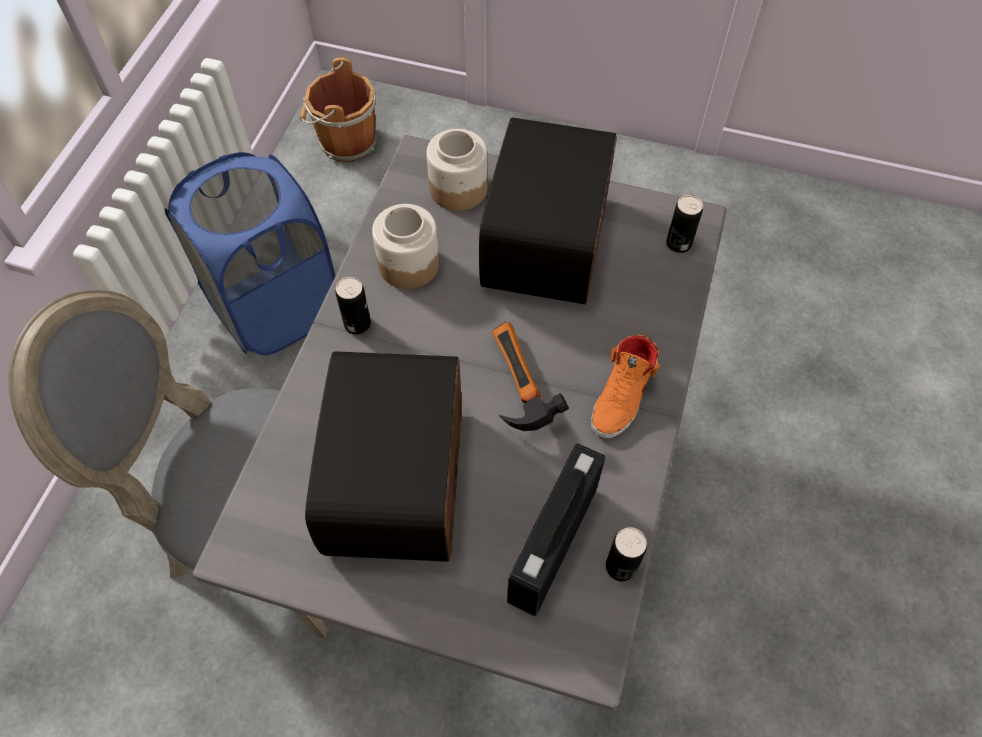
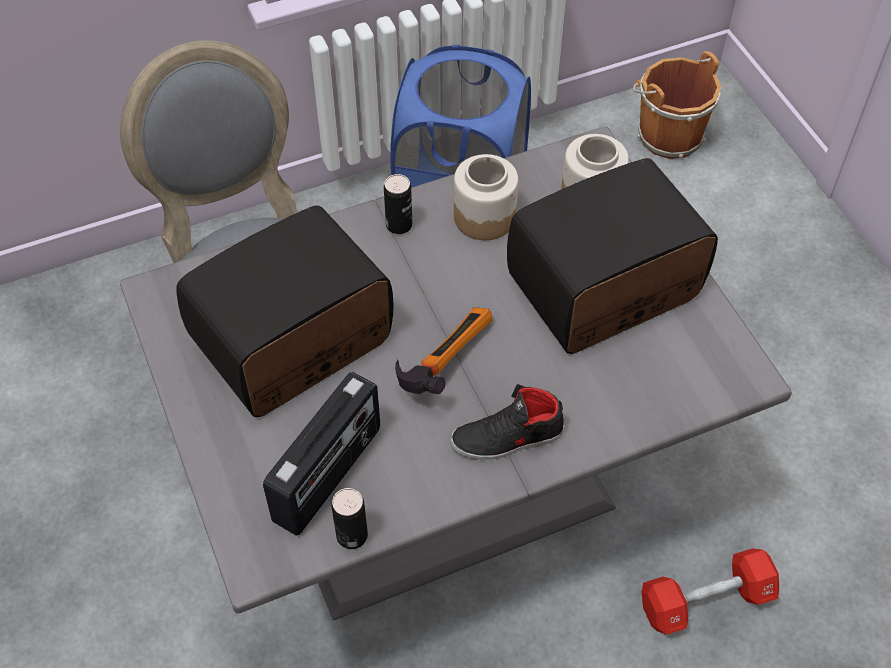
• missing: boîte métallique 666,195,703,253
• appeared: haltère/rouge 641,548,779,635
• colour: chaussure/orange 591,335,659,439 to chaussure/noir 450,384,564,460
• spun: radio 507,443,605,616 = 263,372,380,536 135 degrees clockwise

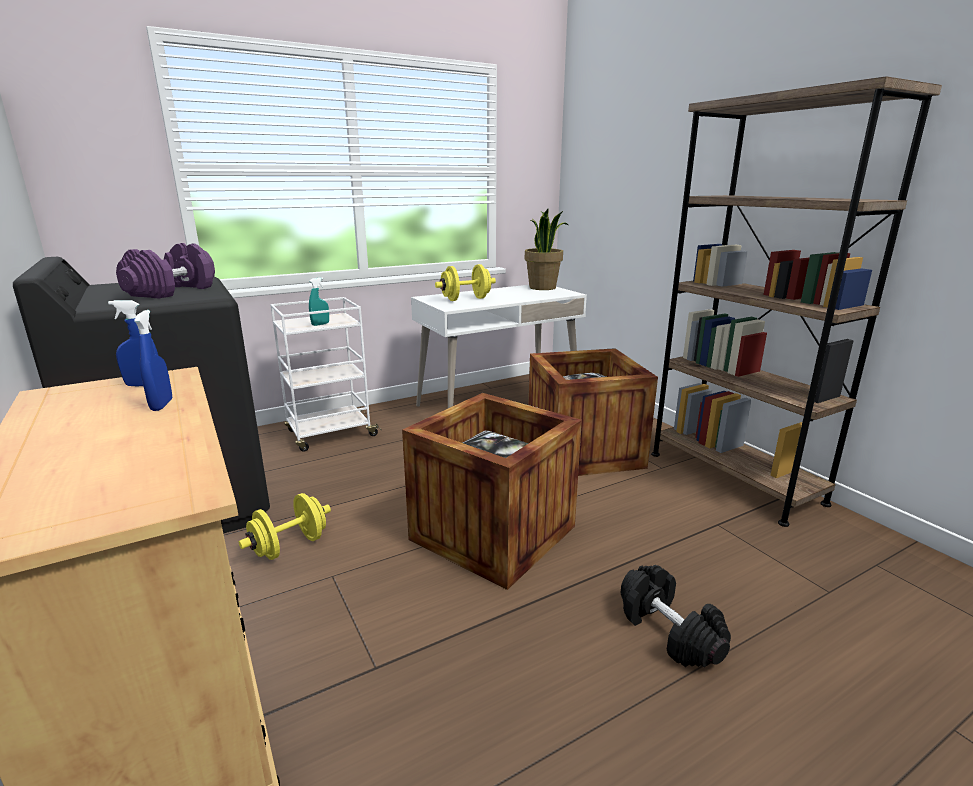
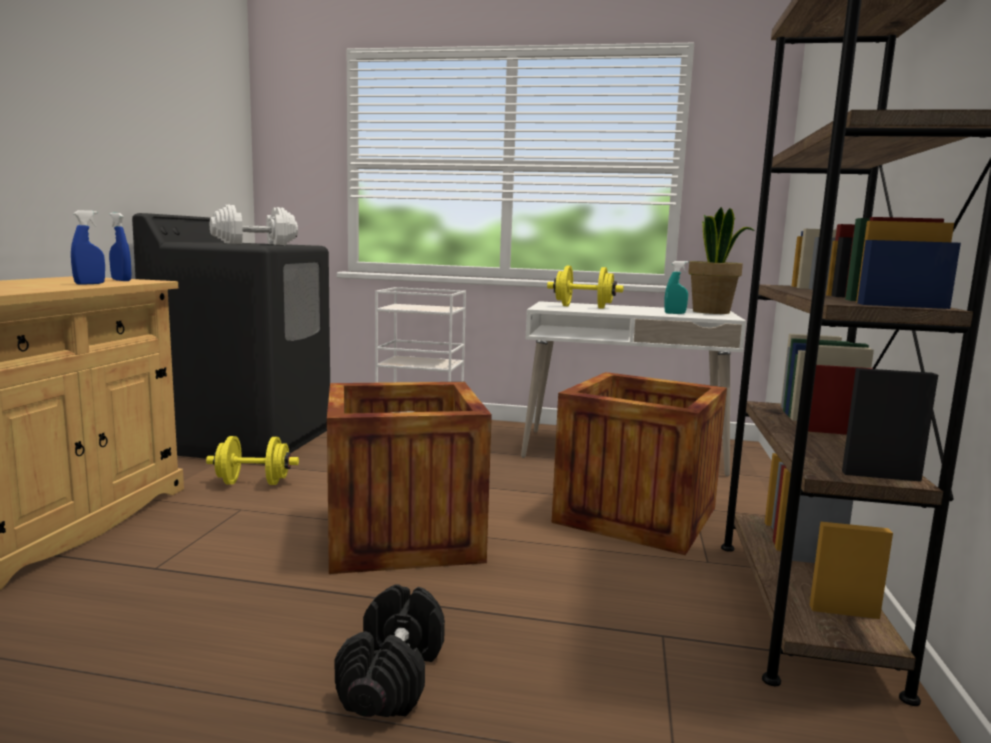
• relocated: vaporisateur/turquoise 309,277,329,326 to 664,261,688,314
• colour: haltère/violet 116,243,215,298 to haltère/blanc 210,204,298,245

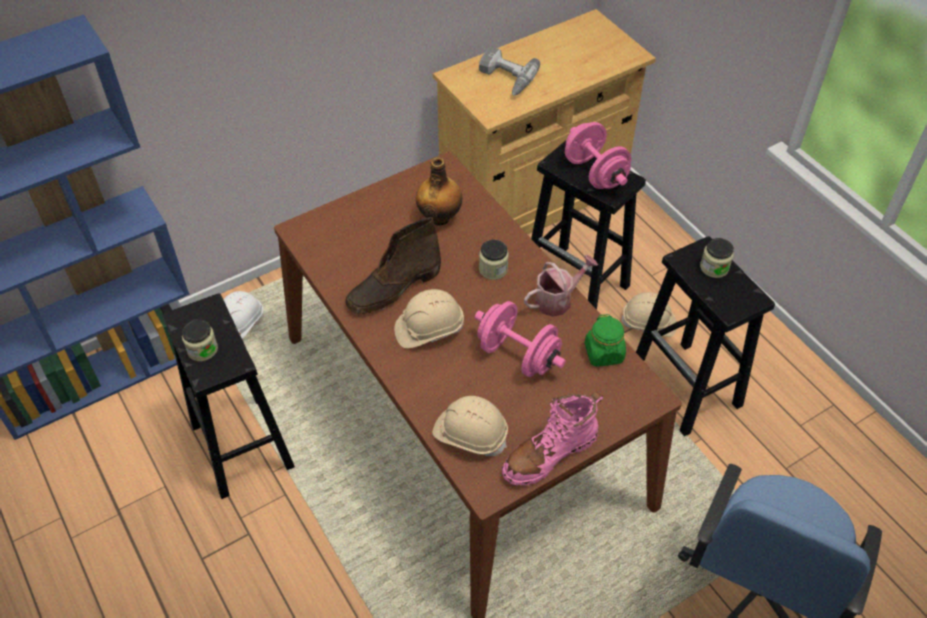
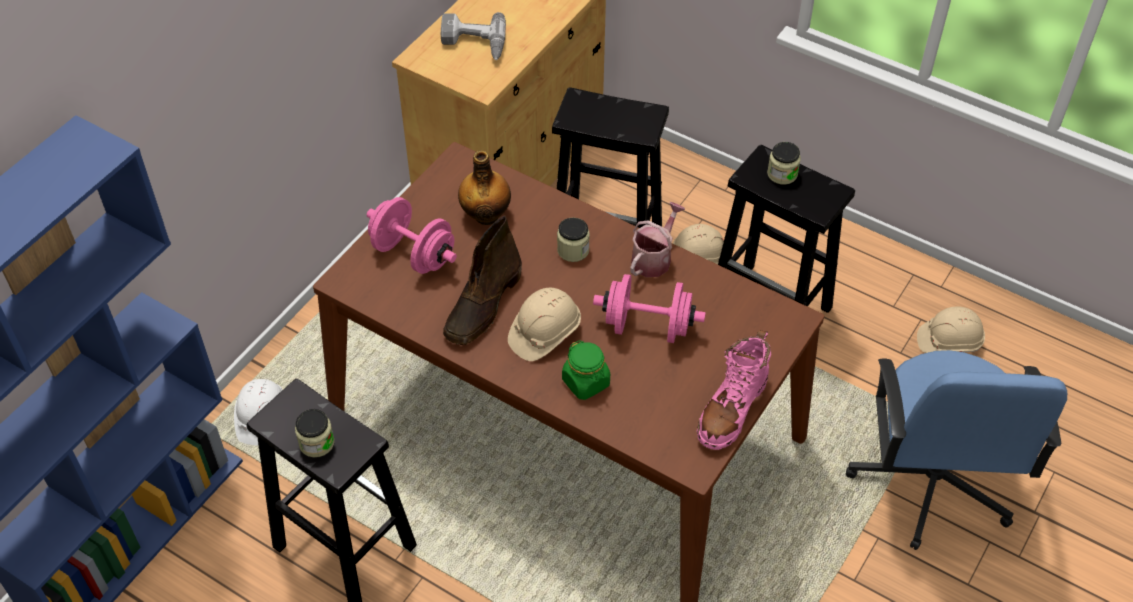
• relocated: casque de chantier/beige 433,396,508,456 to 917,306,985,353
• relocated: haltère/rose 565,122,631,189 to 367,197,457,274
• relocated: bocal/vert 585,314,626,367 to 562,340,610,400

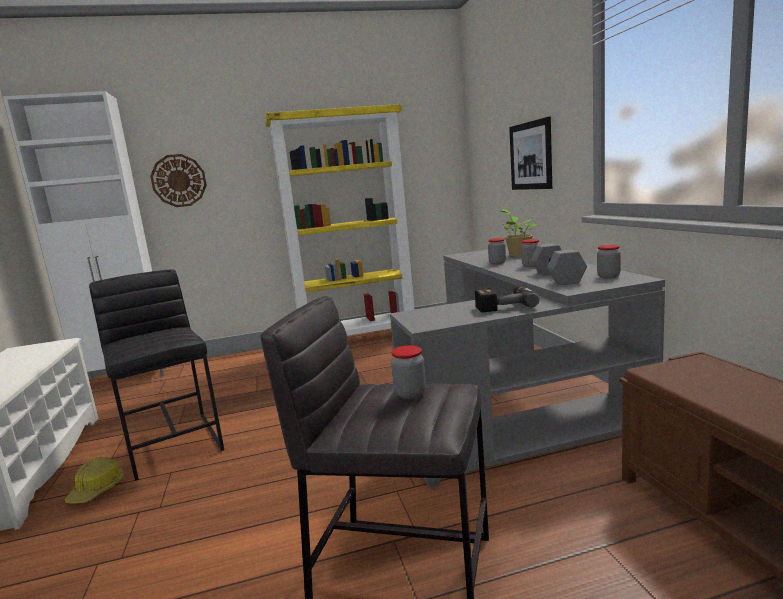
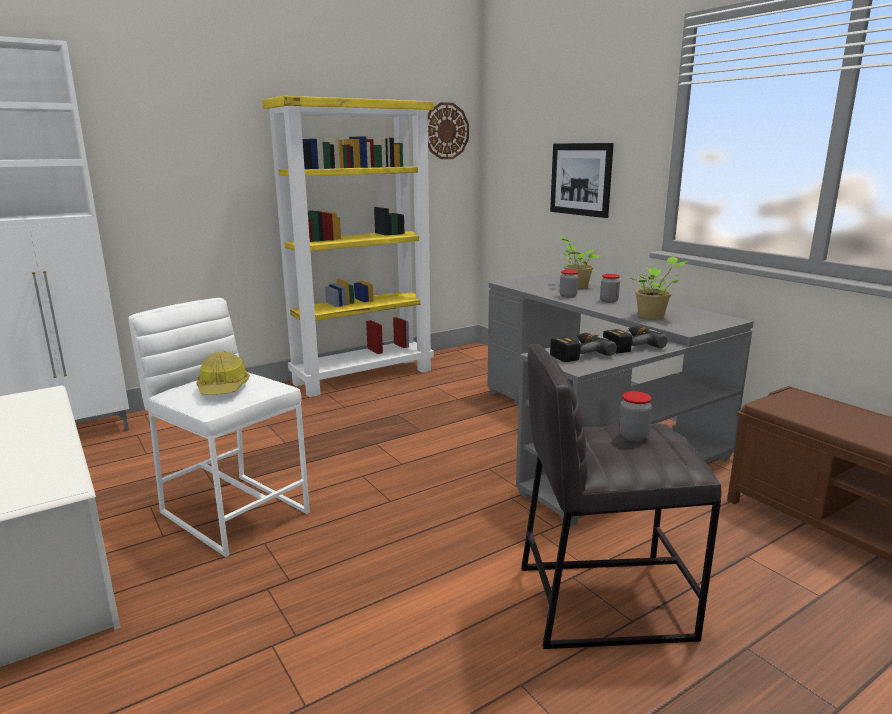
• missing: bocal 597,245,621,278
• appeared: perceuse 550,333,617,362
• relocated: casque de chantier 65,457,124,504 to 197,351,250,395
• relocated: horloge murale 150,154,207,207 to 428,102,469,159
• exchanged: haltère/gris 531,244,587,285 to plante en pot 629,256,687,319
• colour: tabouret/noir 89,269,224,481 to tabouret/blanc 129,298,310,557

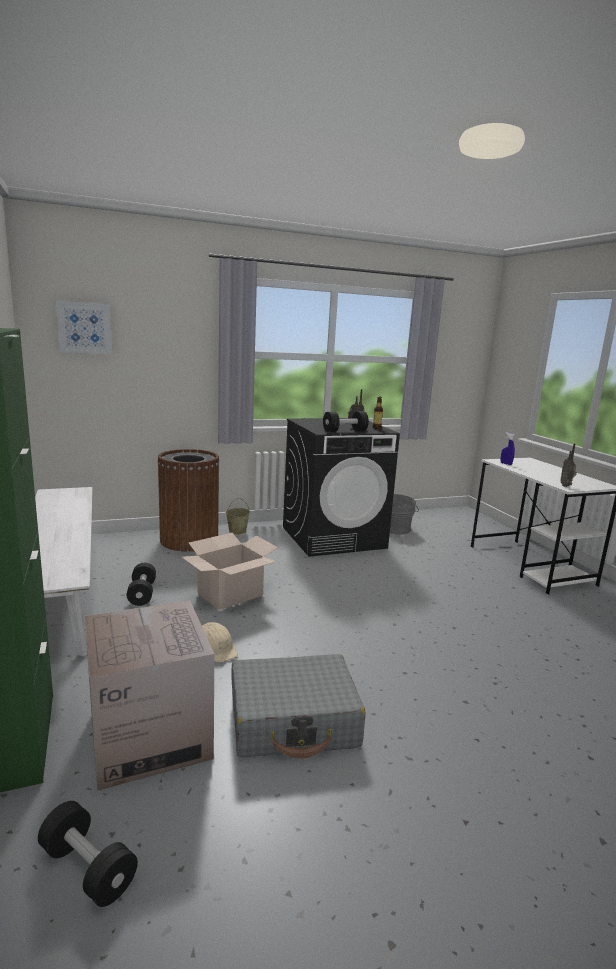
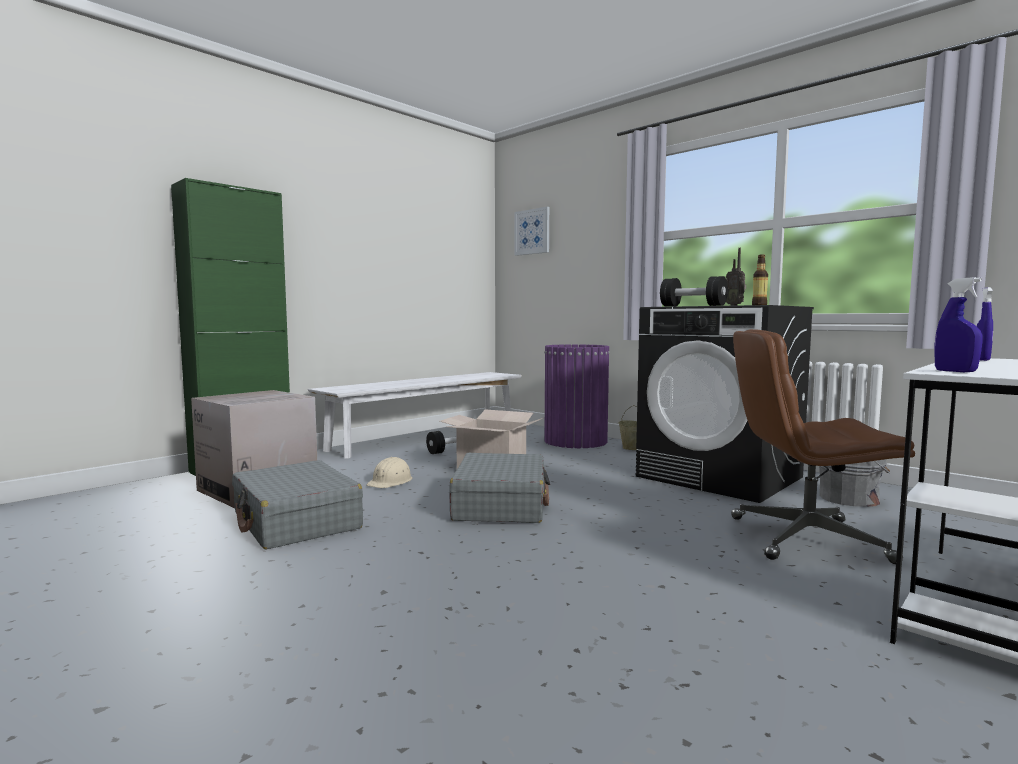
• missing: haltère/noir 38,801,138,907
• appeared: valise/gris 449,453,550,523
• appeared: chaise de bureau/marron 731,329,915,564
• exchanged: radio 560,444,577,487 to vaporisateur/bleu 934,277,983,372
• colour: poubelle/marron 157,449,219,552 to poubelle/violet 544,344,610,448

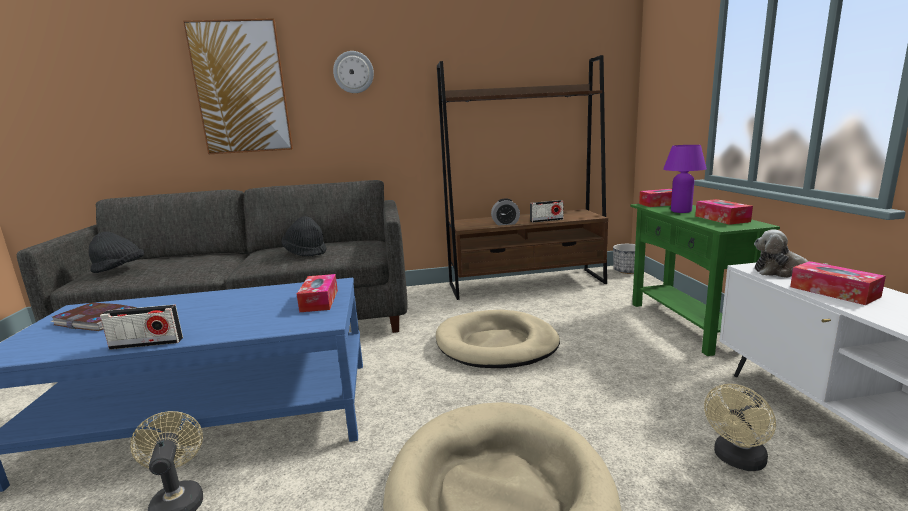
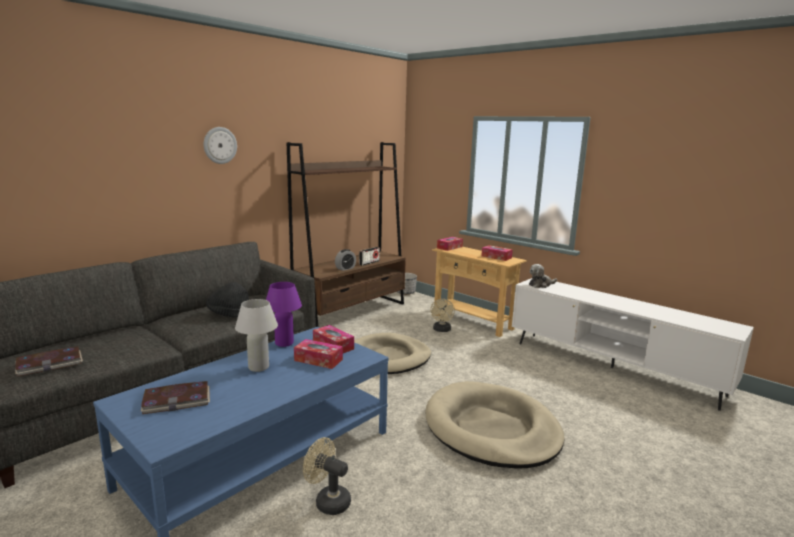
• missing: radio 100,304,183,350
• missing: tableau 183,18,293,154
• appeared: lampe de table/blanc 235,299,278,372
• relocated: lampe de table/violet 663,145,707,213 to 266,282,302,347
• relocated: ventilateur/beige 704,384,776,471 to 430,299,455,332
• relocated: boîte à mouchoirs 790,261,886,305 to 294,339,343,369
• exchanged: chapeau/noir 89,232,144,273 to livre 15,346,83,376
• colour: table console/vert 630,204,780,356 to table console/beige 432,247,527,337

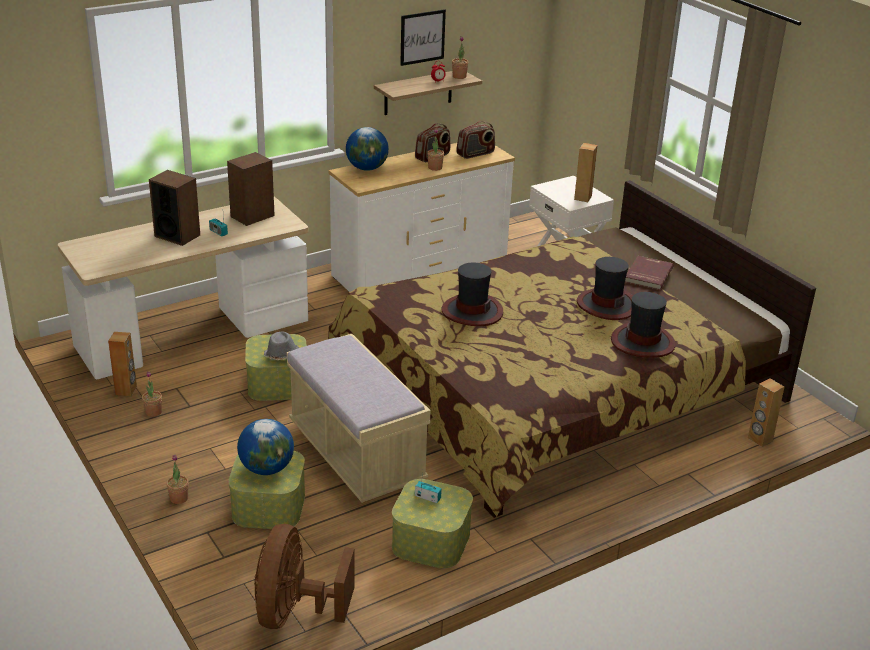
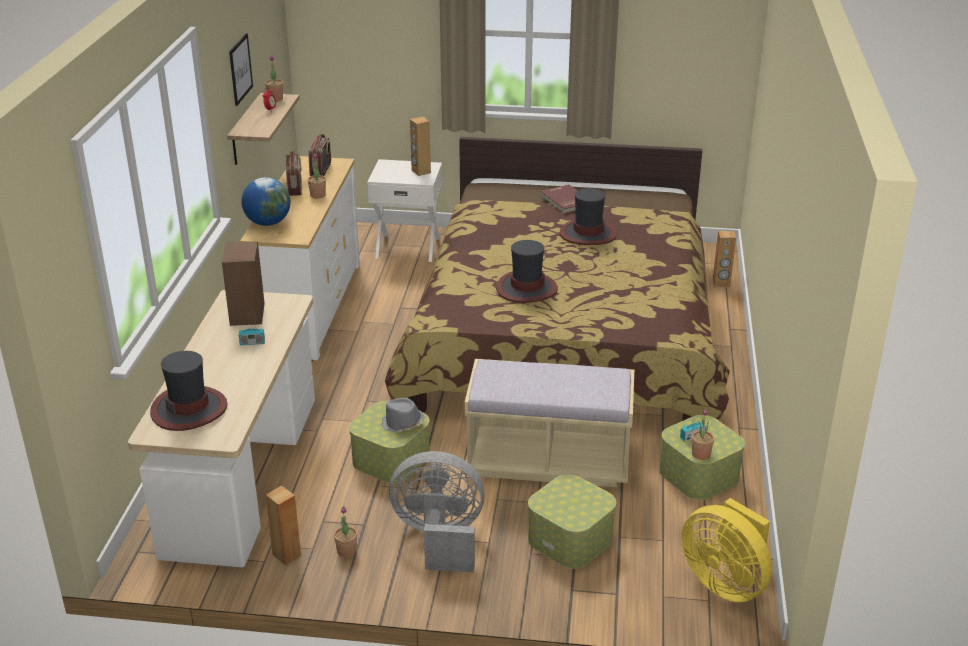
• missing: enceinte 149,170,200,246
• missing: globe 237,419,294,475
• appeared: ventilateur/gris 389,451,485,573
• relocated: plante en pot 166,454,189,504 to 692,409,714,460
• relocated: chapeau 611,292,676,358 to 150,351,227,431
• colour: ventilateur/marron 254,524,355,629 to ventilateur/jaune 681,498,772,602

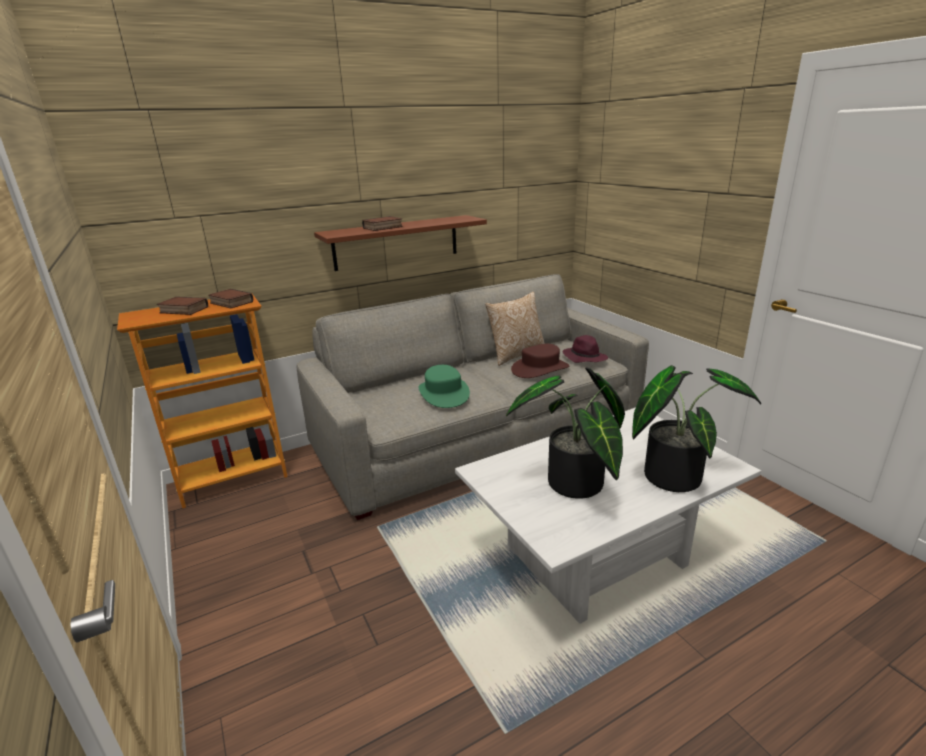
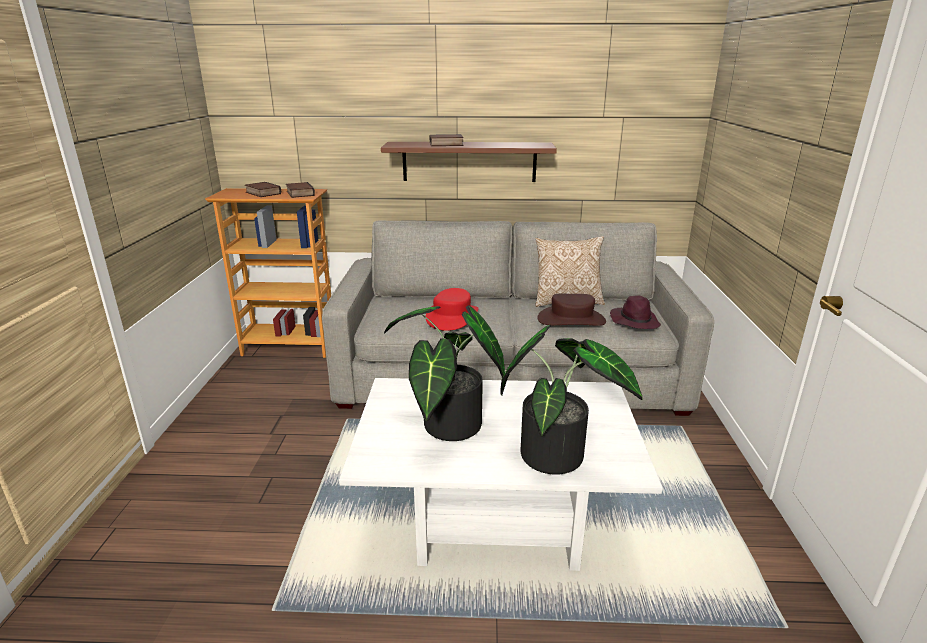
• colour: chapeau/vert 419,365,470,408 to chapeau/rouge 426,288,479,331

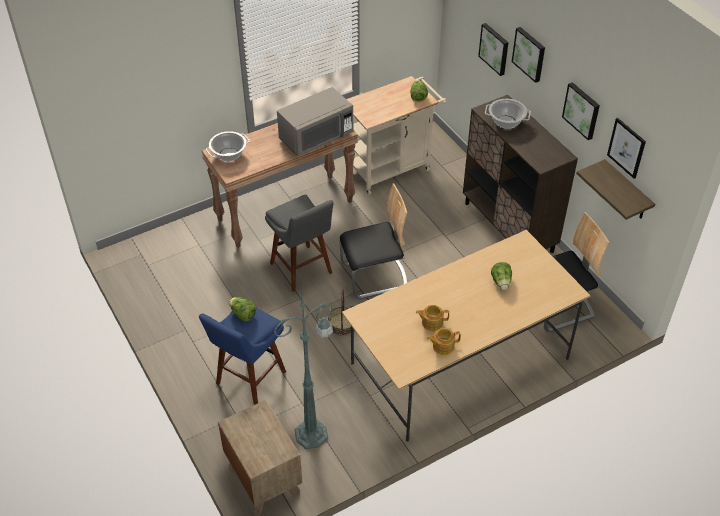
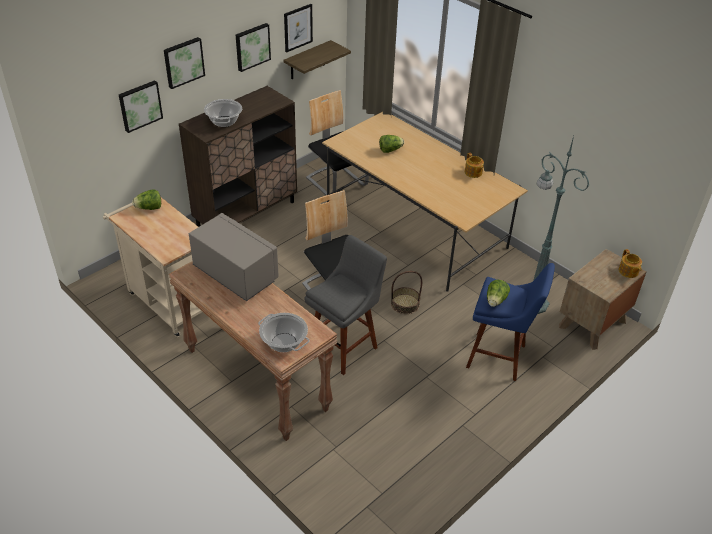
• relocated: théière 416,305,449,331 to 619,249,642,278

